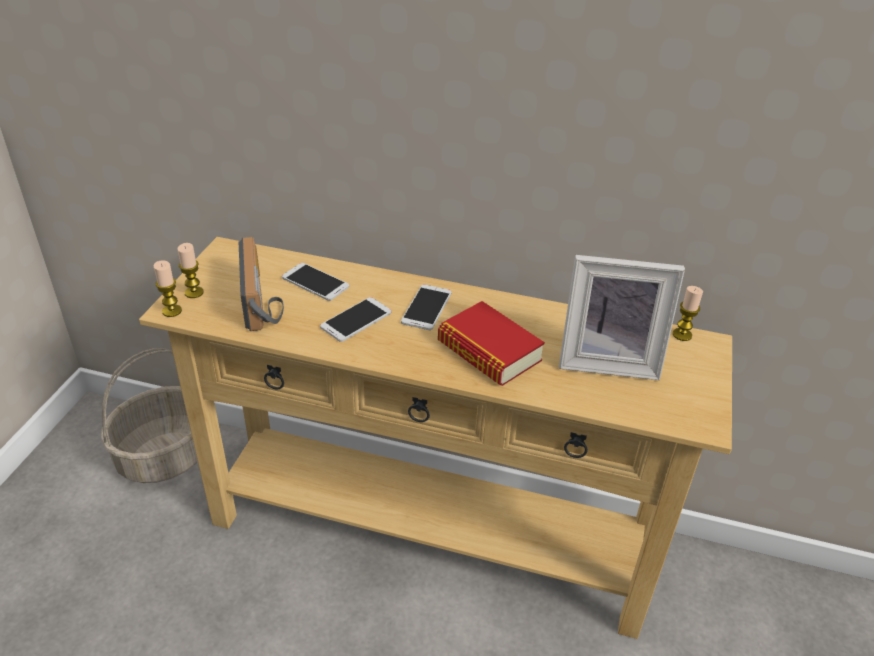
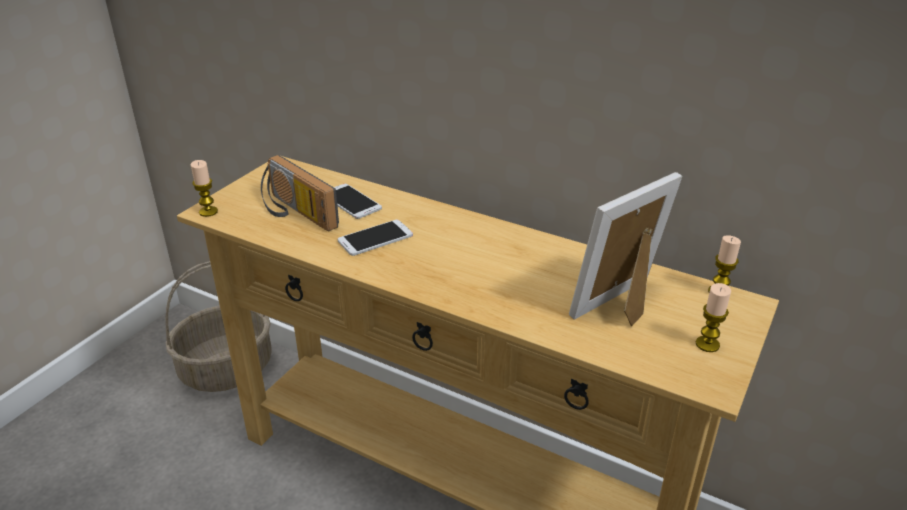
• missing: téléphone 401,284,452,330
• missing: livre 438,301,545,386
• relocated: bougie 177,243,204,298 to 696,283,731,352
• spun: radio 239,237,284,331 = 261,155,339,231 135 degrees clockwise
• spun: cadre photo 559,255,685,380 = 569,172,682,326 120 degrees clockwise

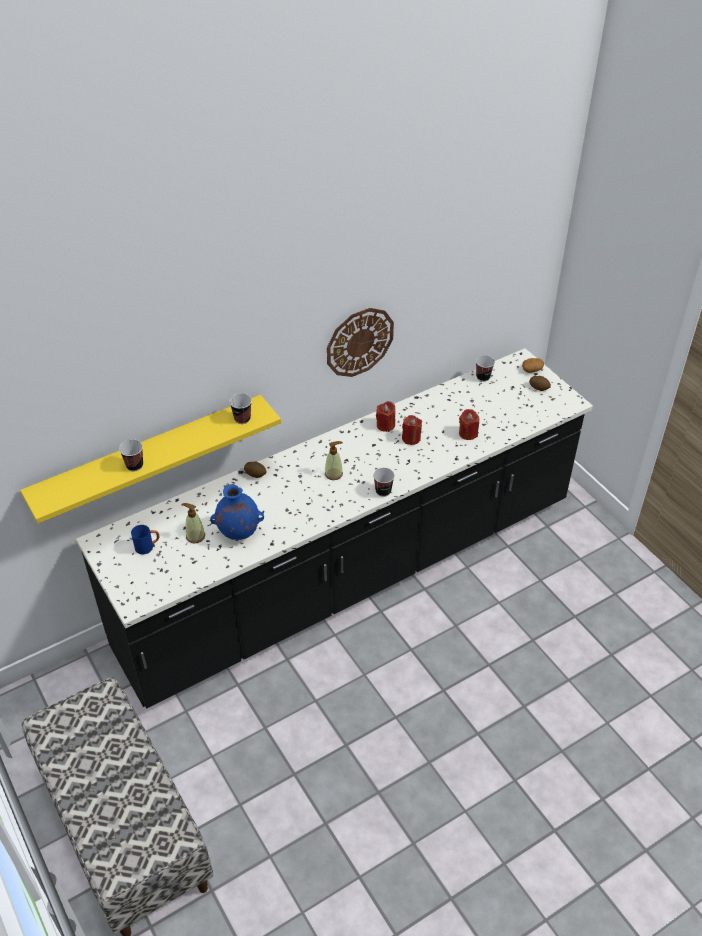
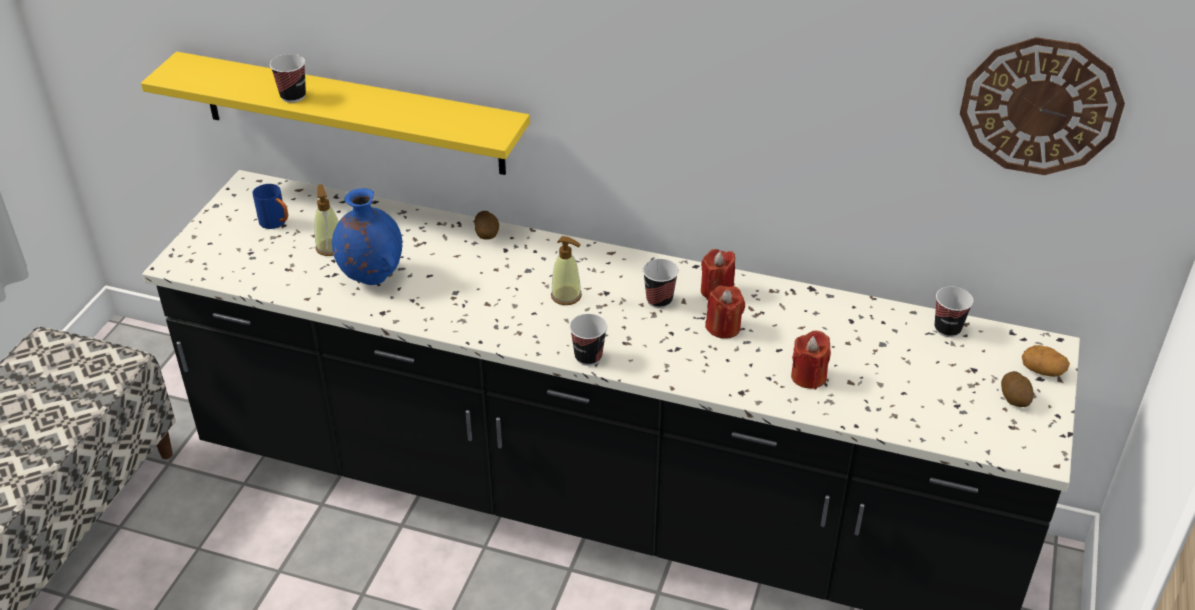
• relocated: tasse 229,393,252,424 to 643,259,679,308
• relocated: horloge murale 327,308,394,377 to 960,37,1125,175

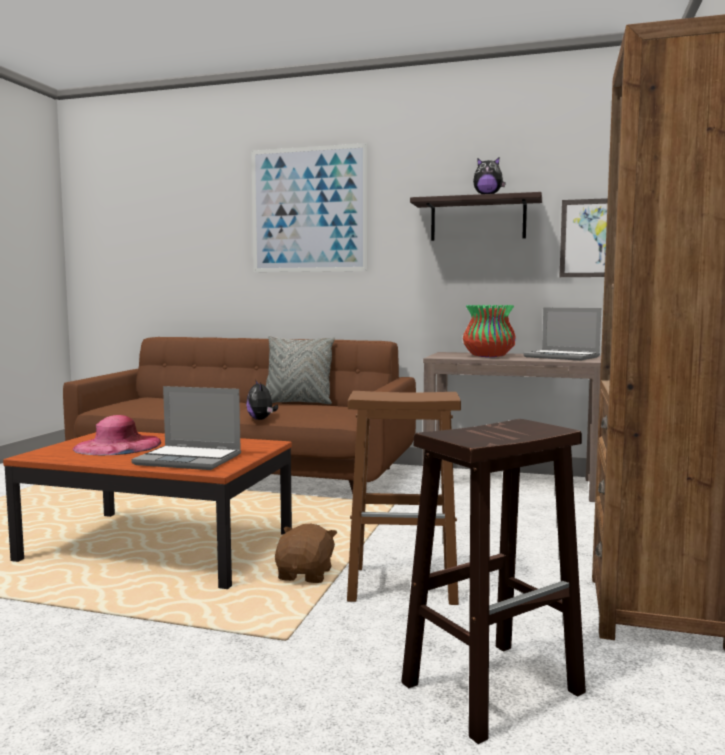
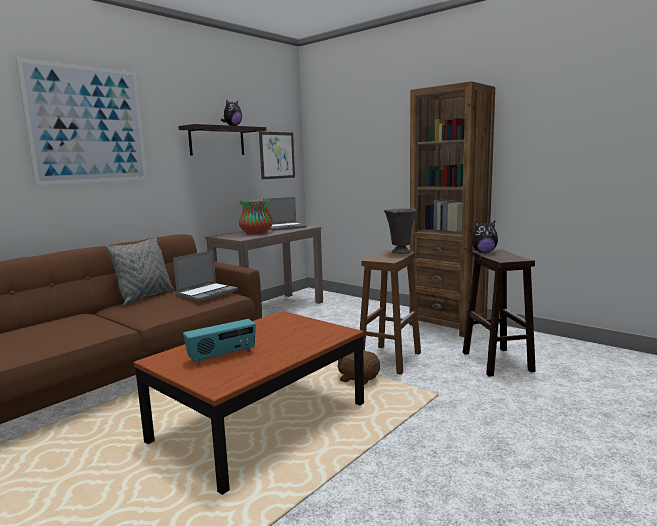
• appeared: vase/gris 384,208,417,254
• relocated: ordinateur portable 131,386,241,470 to 173,250,238,301
• relocated: peluche 246,379,278,420 to 472,221,498,253
• exchanged: chapeau/rose 73,415,161,455 to radio 183,319,256,365

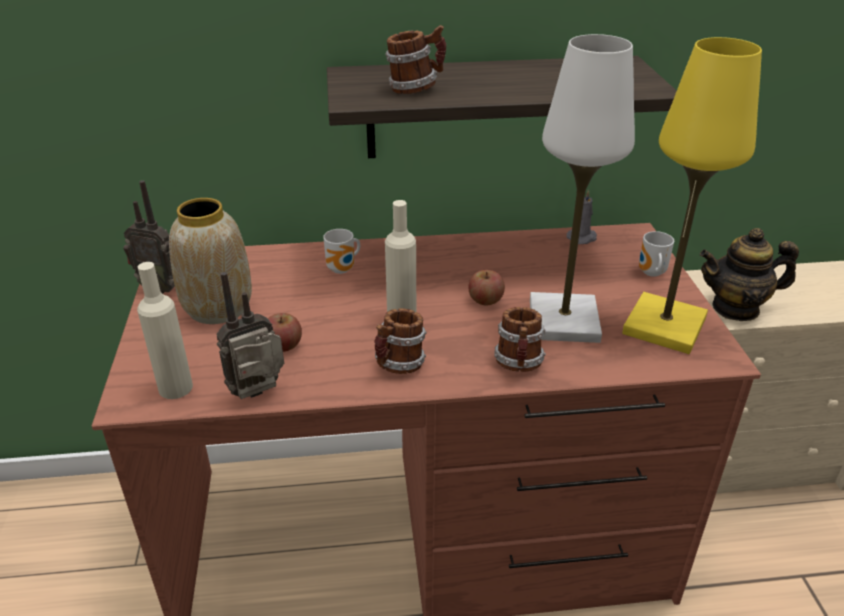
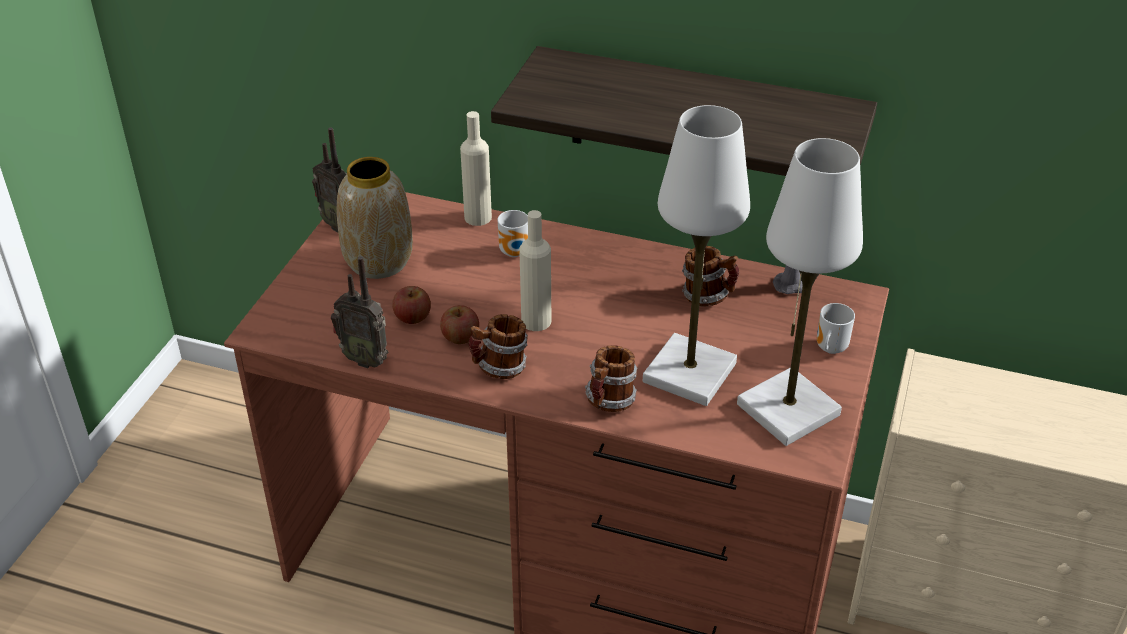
• missing: théière 700,228,799,321
• relocated: bouteille/beige 137,262,193,399 to 460,111,492,226
• relocated: mug 385,25,446,94 to 682,246,739,307
• relocated: pomme 468,270,505,305 to 440,305,479,344
• colour: lampe de table/jaune 622,37,762,354 to lampe de table/blanc 737,138,863,446
• spun: radio 216,272,284,399 = 331,256,388,368 150 degrees counterclockwise

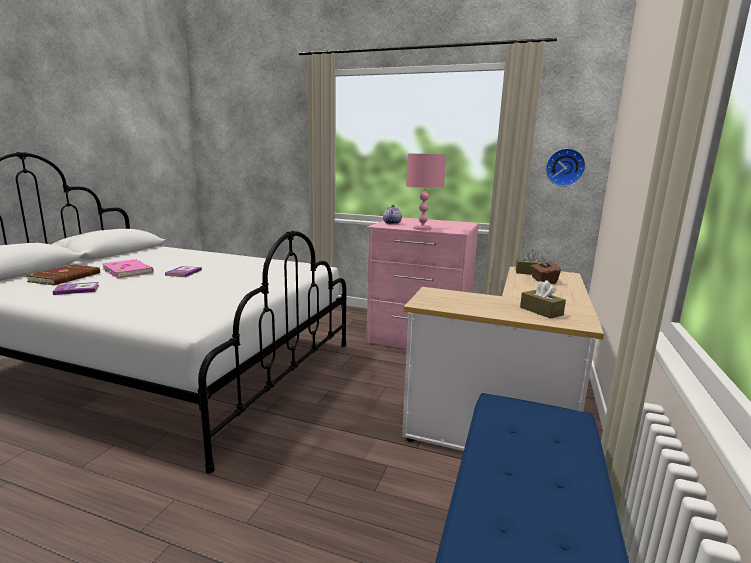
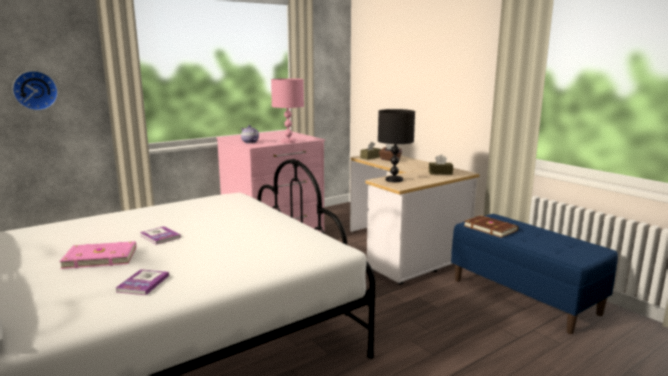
• appeared: lampe de table/noir 378,109,415,182
• relocated: livre/marron 26,264,100,285 to 464,215,519,238
• relocated: horloge murale 545,148,586,187 to 12,71,58,111

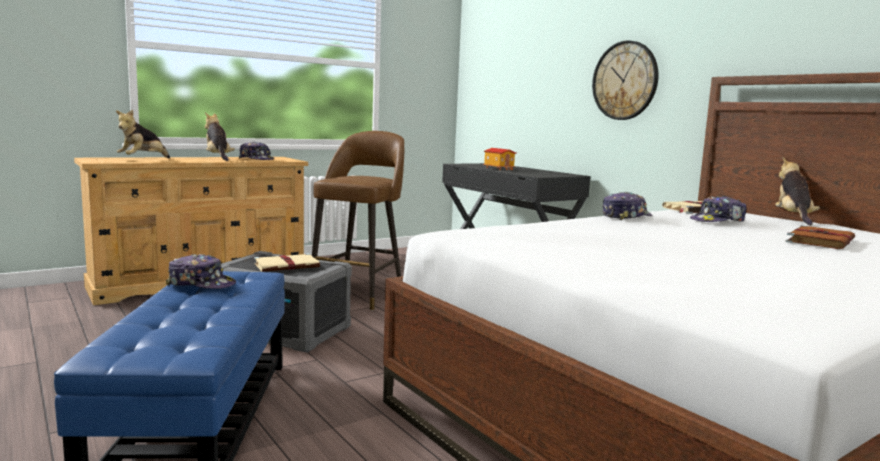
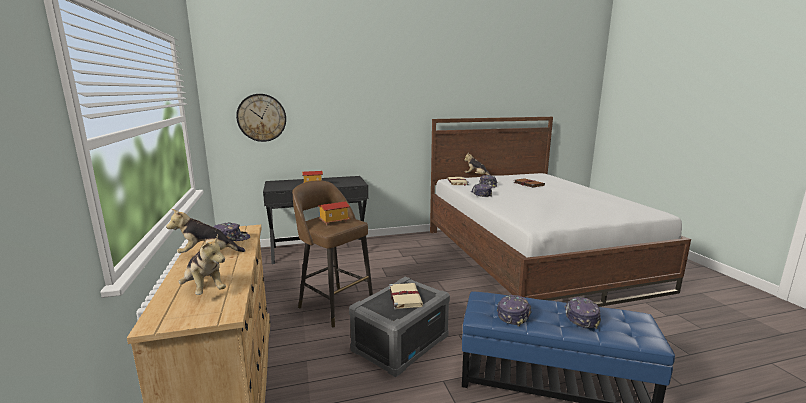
• appeared: maison miniature 318,201,351,225
• appeared: casquette 564,297,601,329
• relocated: horloge murale 592,41,658,120 to 236,94,286,142

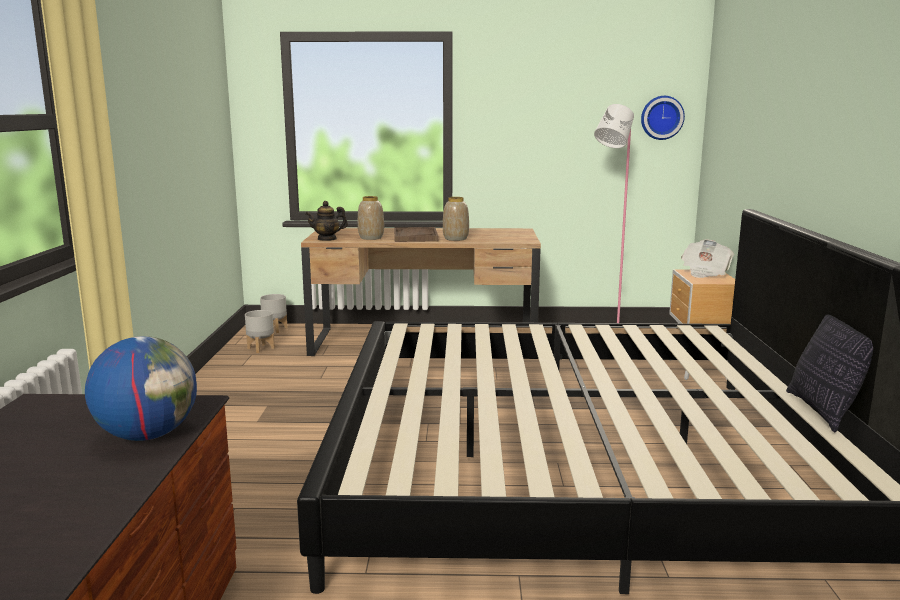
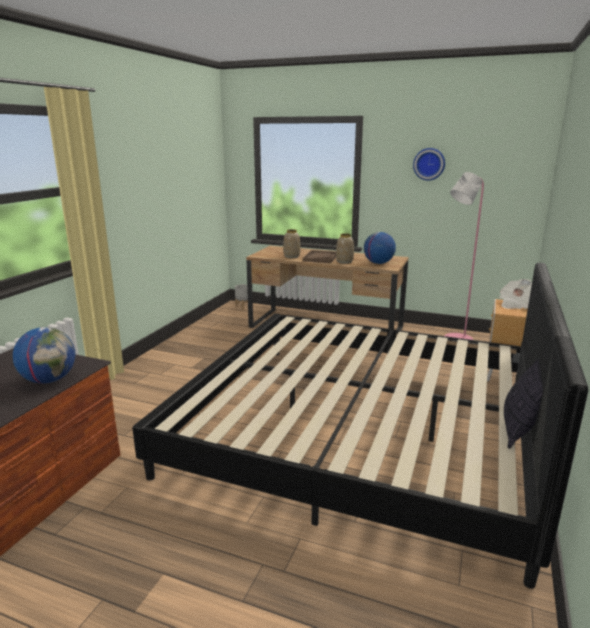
• missing: cache-pot/gris 245,310,275,353
• missing: théière 305,201,348,241
• appeared: globe 364,232,396,264
• relocated: horloge murale 641,96,685,140 to 413,148,445,181

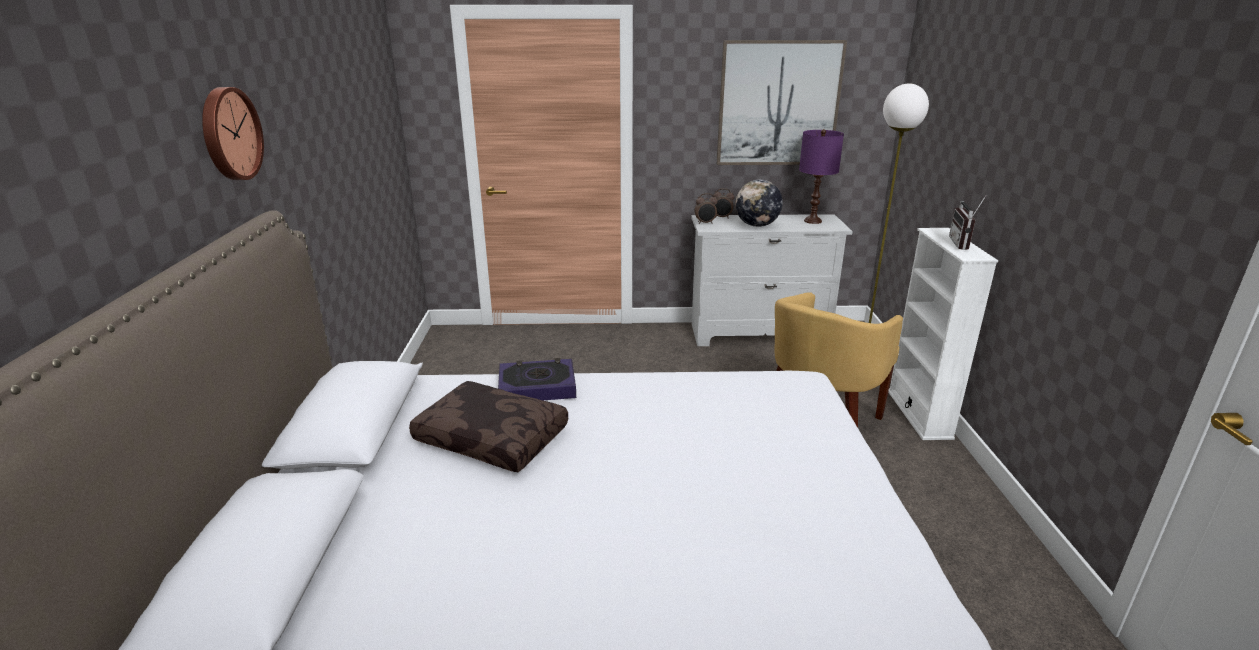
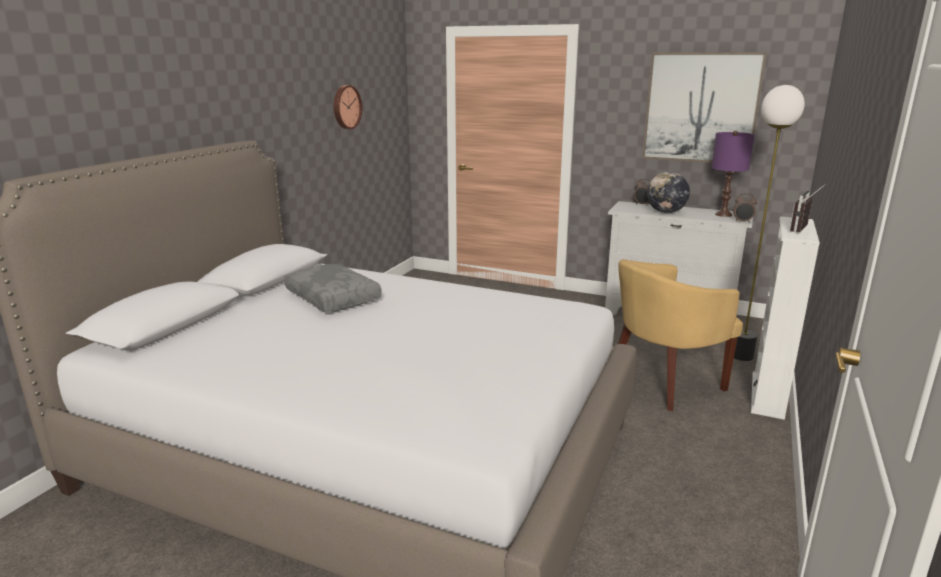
• missing: livre 498,358,576,400
• relocated: horloge murale 202,87,264,180 to 334,85,362,129
• relocated: réveil 694,193,717,224 to 733,193,757,223
• colour: coussin/marron 409,381,568,472 to coussin/gris 284,264,382,312

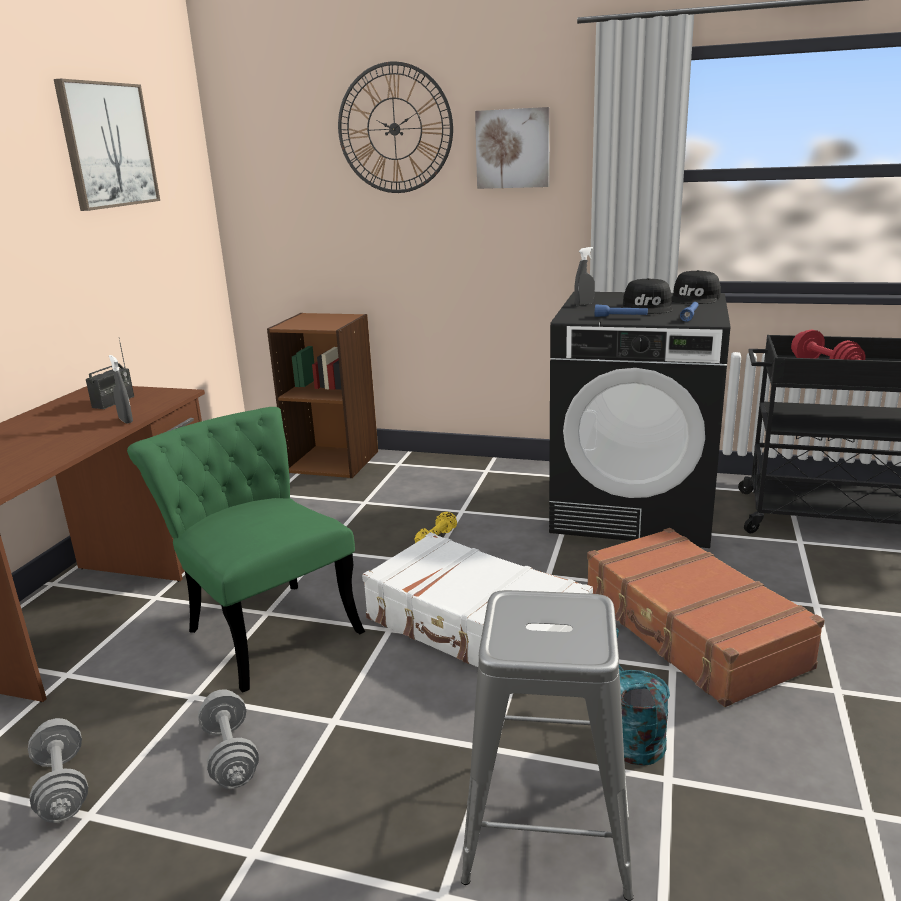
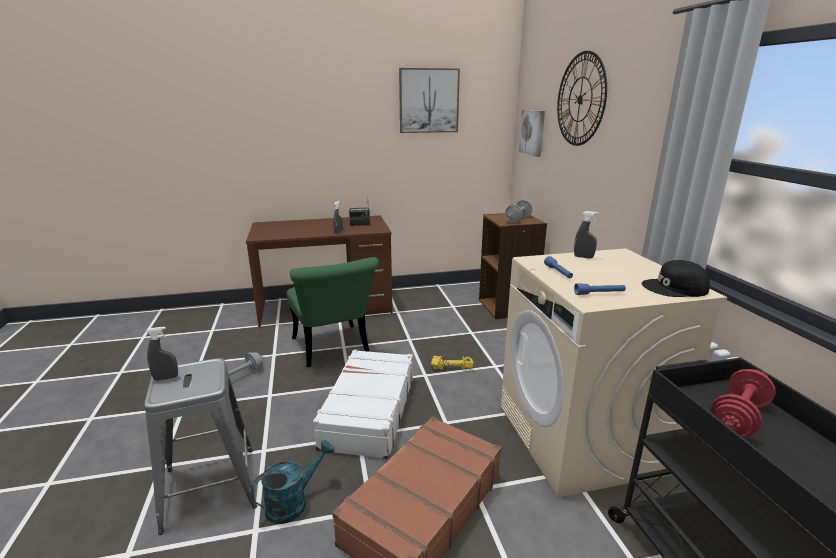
• missing: casquette/noir 623,278,673,314
• appeared: vaporisateur/gris 146,327,178,381
• relocated: haltère/gris 28,718,88,823 to 505,200,532,223
• relocated: tableau 475,107,550,189 to 519,109,545,157
• colour: lave-linge/noir 549,292,730,548 to lave-linge/beige 501,248,727,497
• spun: chaise/vert 127,407,365,693 = 287,257,379,367 135 degrees clockwise

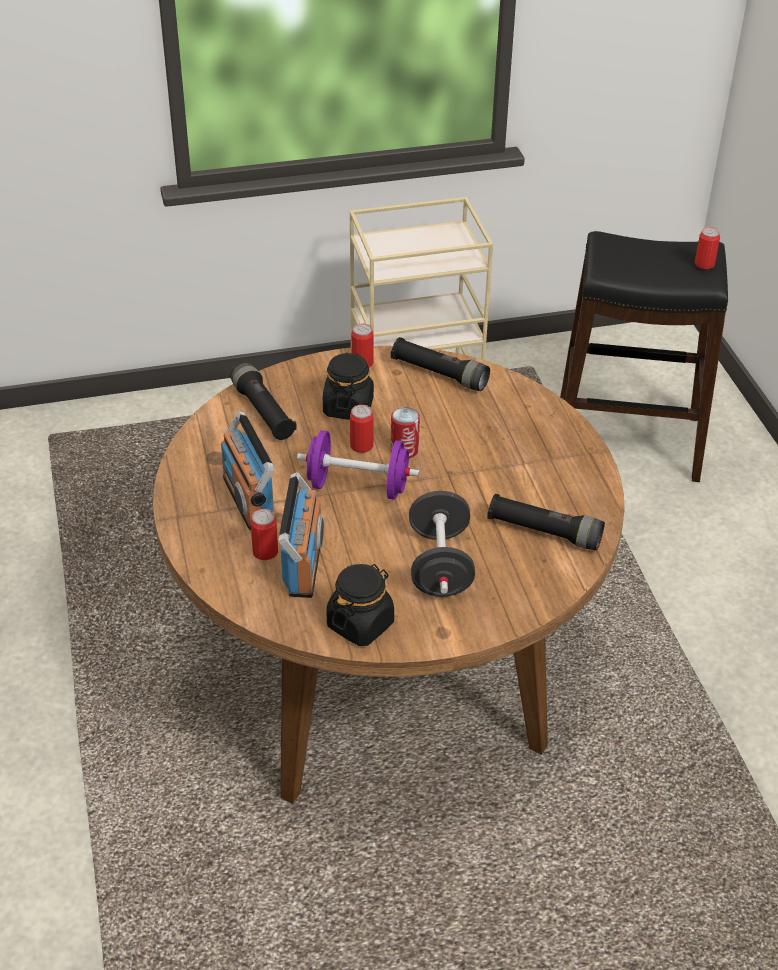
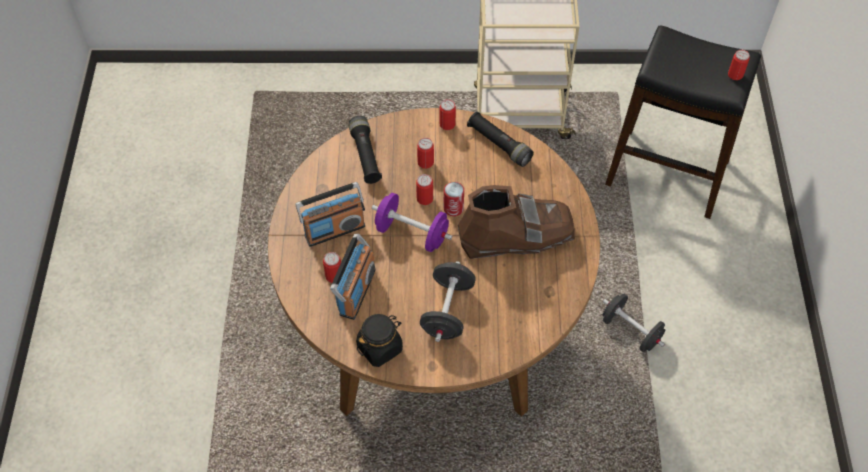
• missing: lampe de poche/noir 487,494,605,550
• appeared: botte/marron 458,185,575,259
• appeared: haltère/noir 603,294,665,352
• exchanged: bocal/noir 323,352,374,420 to boîte métallique 417,138,434,169
• spun: radio 221,411,274,530 = 296,182,365,247 105 degrees counterclockwise

